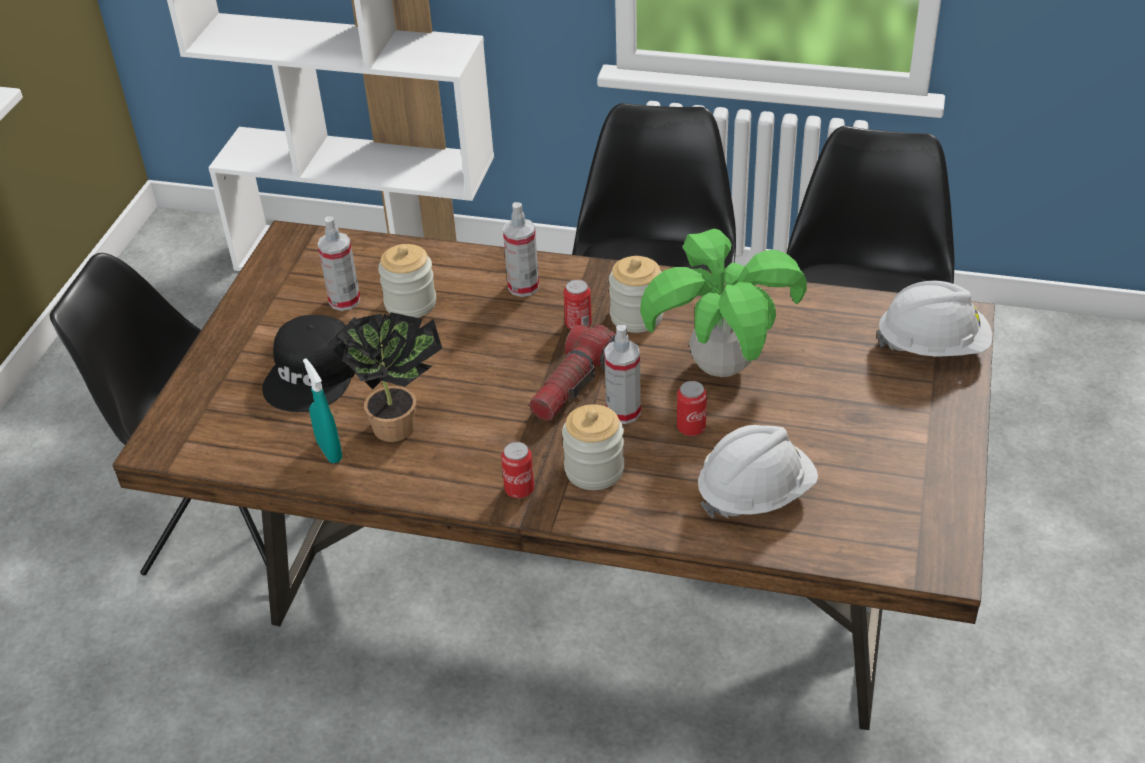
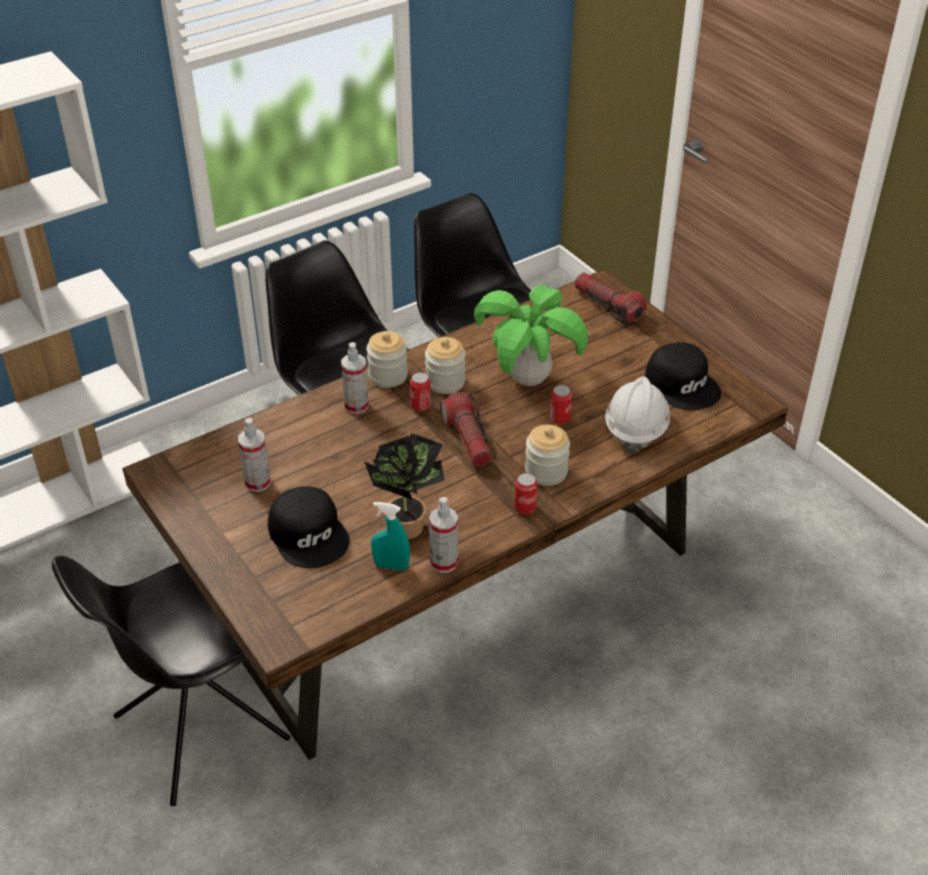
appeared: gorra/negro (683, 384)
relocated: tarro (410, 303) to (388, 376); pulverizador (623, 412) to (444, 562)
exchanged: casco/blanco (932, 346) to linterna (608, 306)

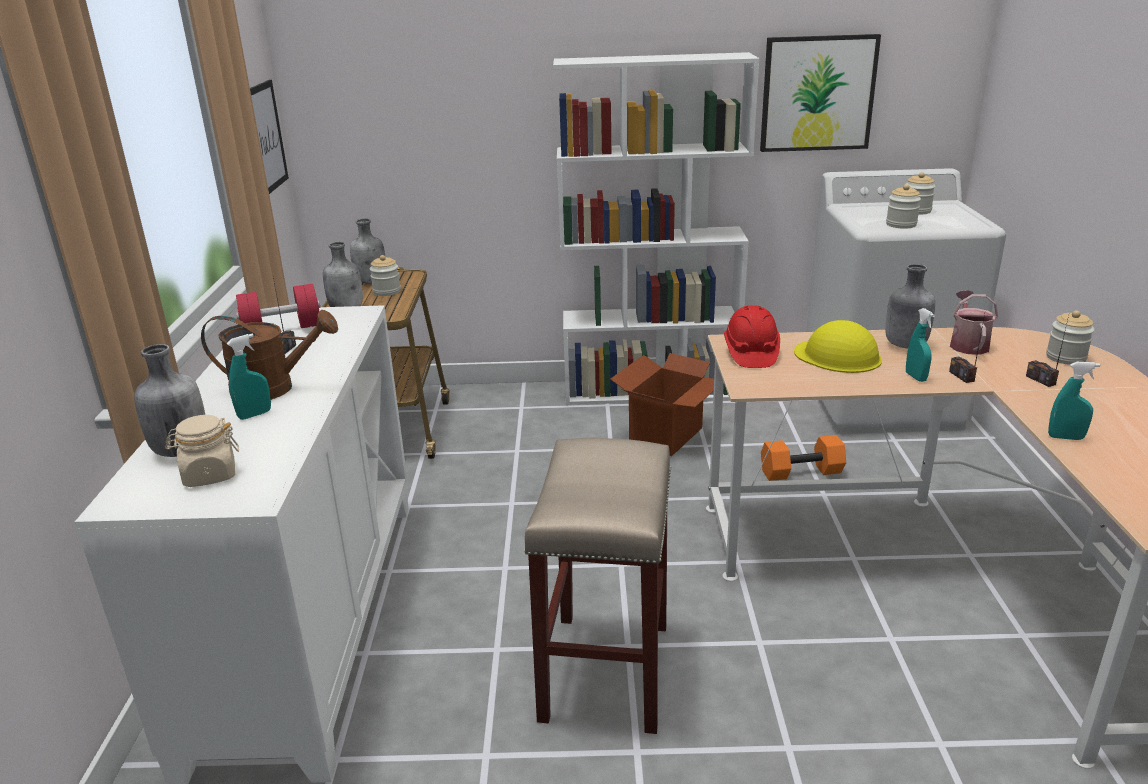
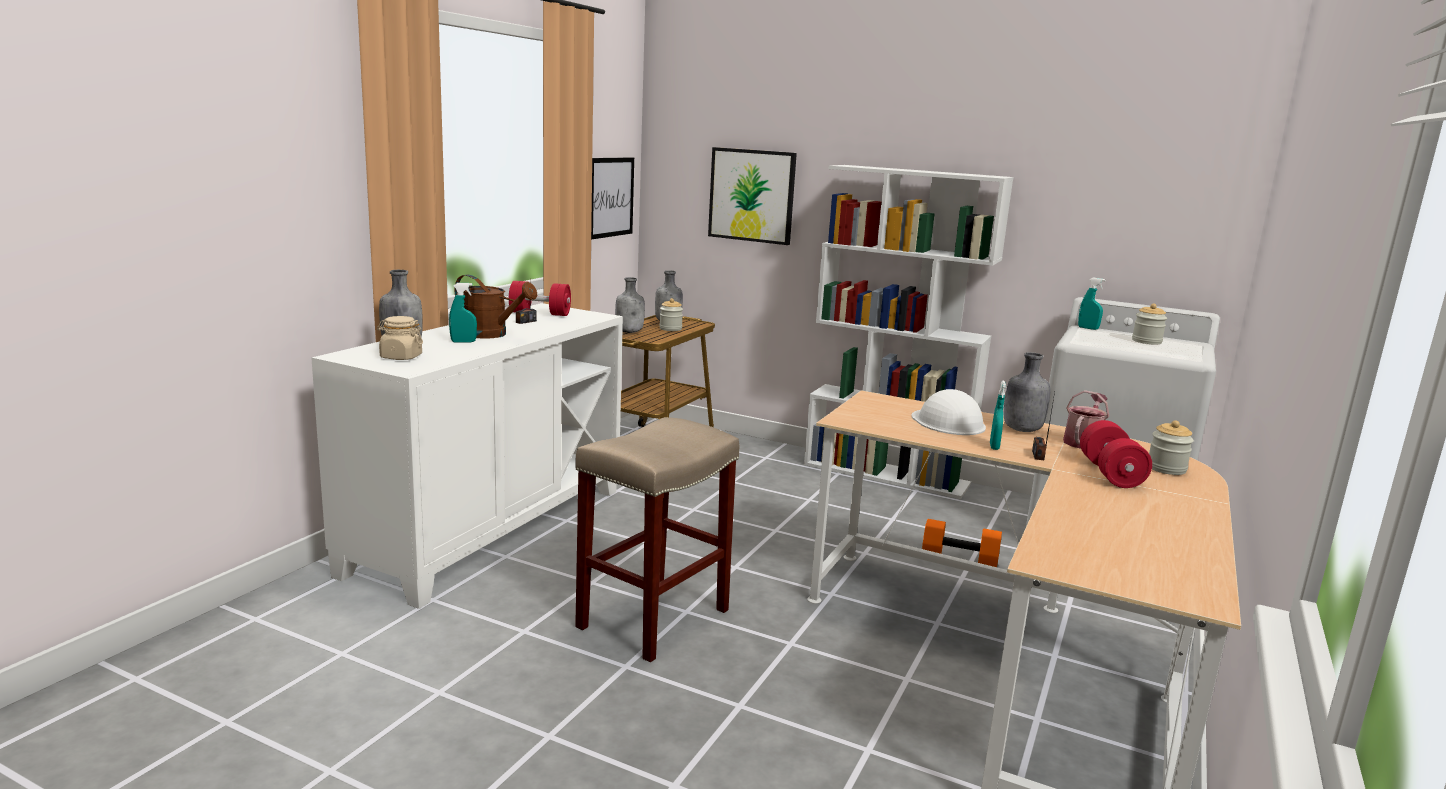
missing: caja de cartón (667, 436); casco/rojo (750, 353); tarro (901, 224)
relocated: cuadro (817, 93) to (752, 195); pulverizador/turquesa (1065, 437) to (1088, 328)
exchanged: radio (1040, 380) to mancuerna/rojo (1110, 473)
colour: casco/amarillo (838, 356) to casco/blanco (948, 422)

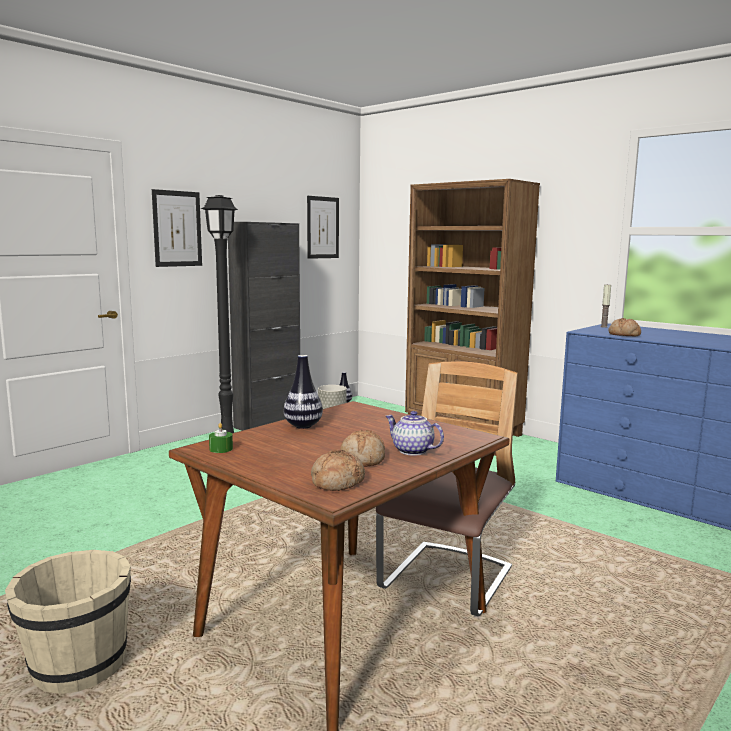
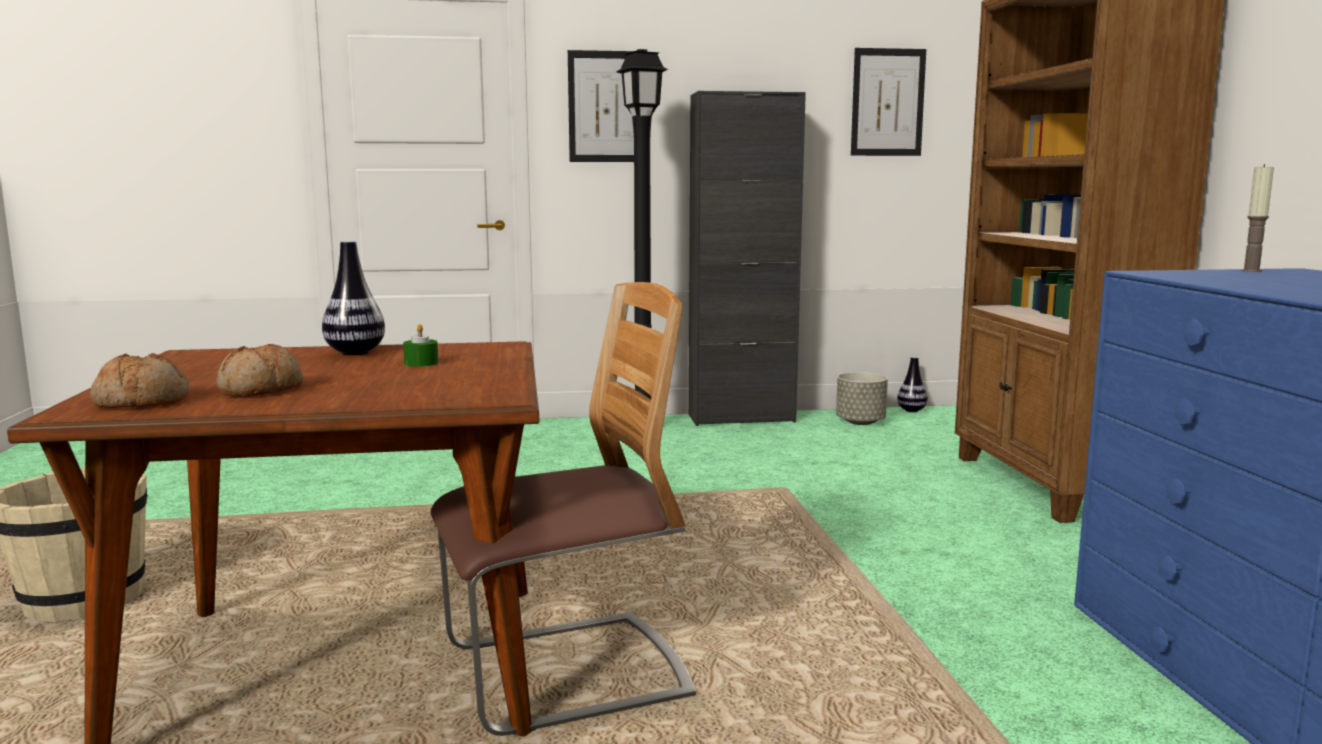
missing: tetera (411, 451); pan (623, 335)
relocated: vela/verde (221, 449) to (421, 363)

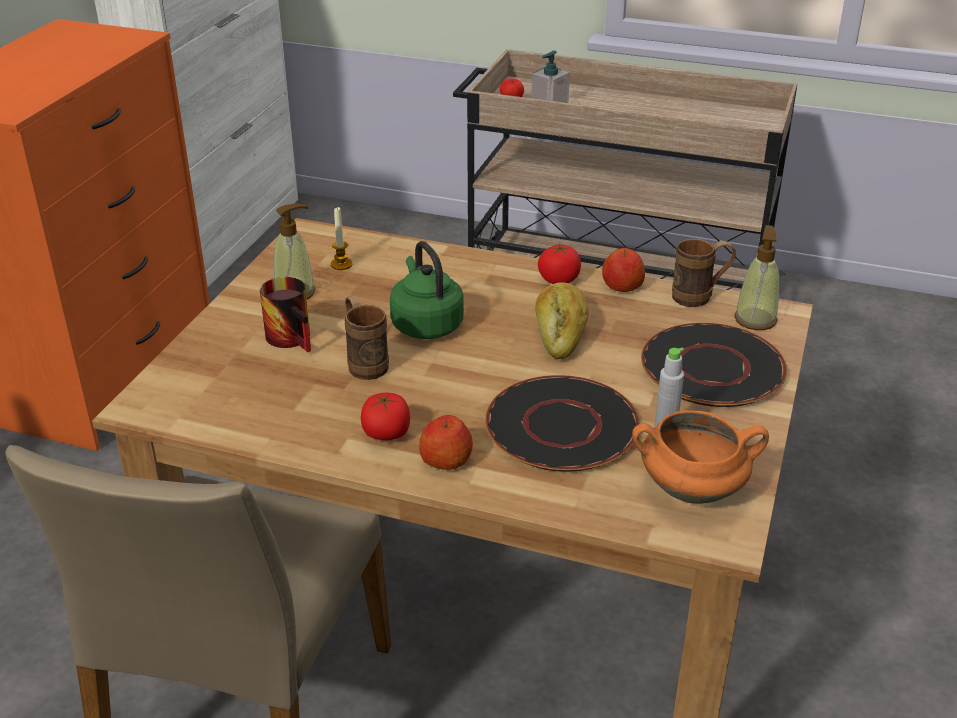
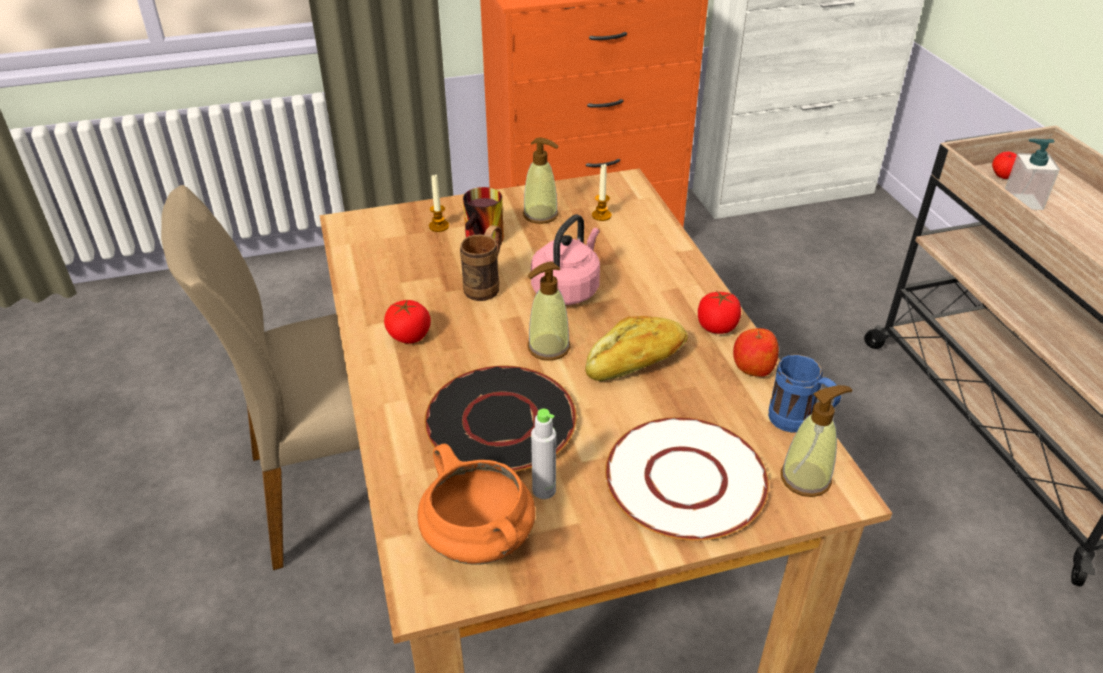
missing: manzana (446, 460)
appeared: vela (439, 226); dispensador de jabón (548, 347)
colour: hervidor/verde (425, 324) to hervidor/rosa (567, 289); plato/negro (711, 367) to plato/blanco (685, 479); taza grande/marrón (700, 297) to taza grande/azul (798, 424)

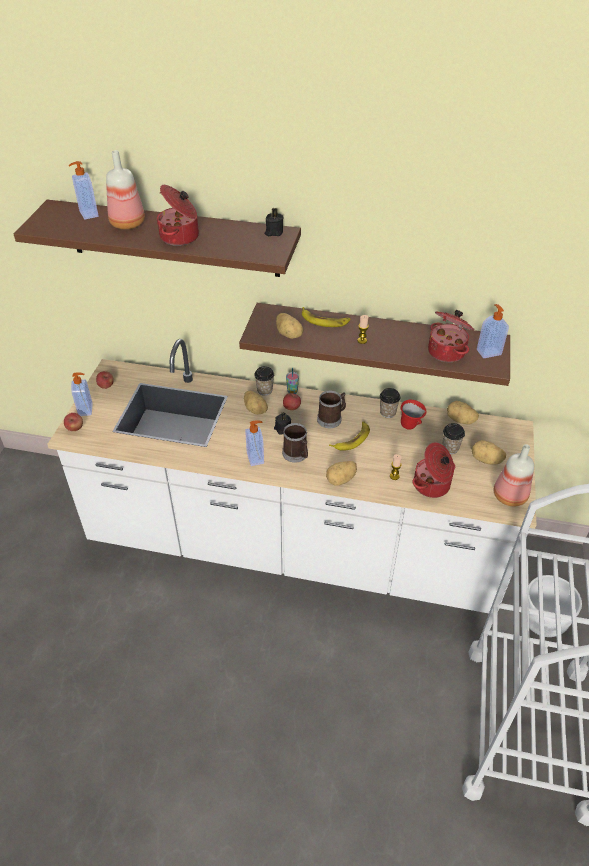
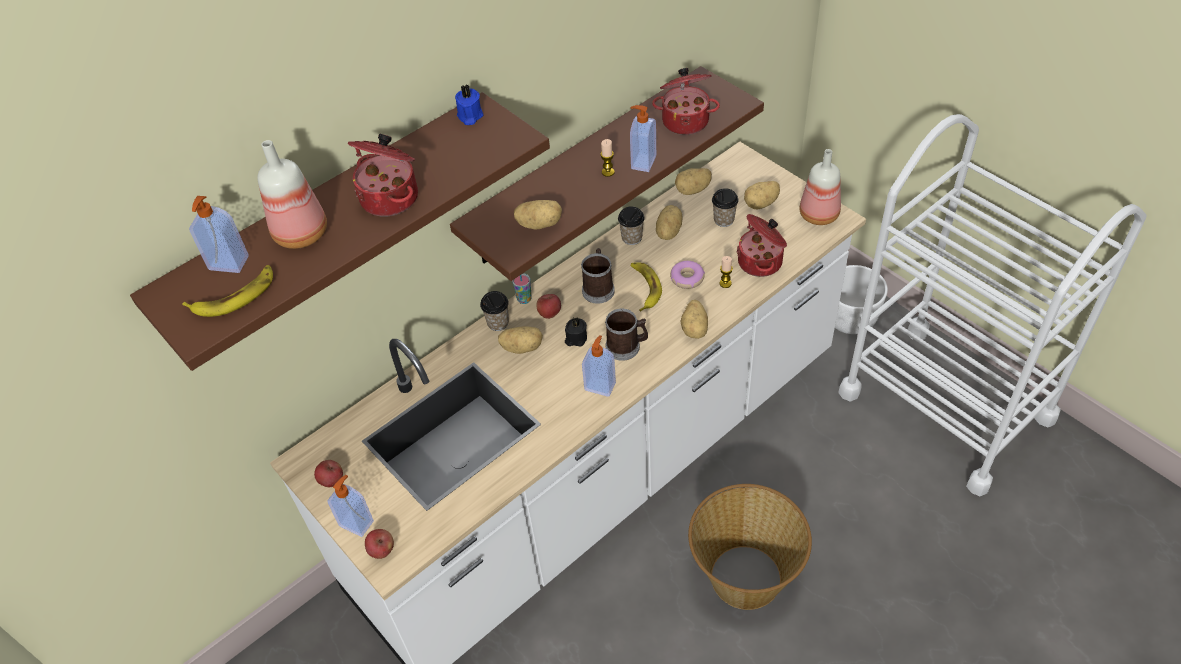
appeared: rosquilla (687, 278); cesta (745, 576)
relocated: plátano (324, 320) to (235, 296); dispensador de jabón (488, 352) to (642, 162)
exchanged: taza grande/rojo (410, 426) to patata (667, 232)
colour: vela/negro (273, 232) to vela/azul (469, 116)

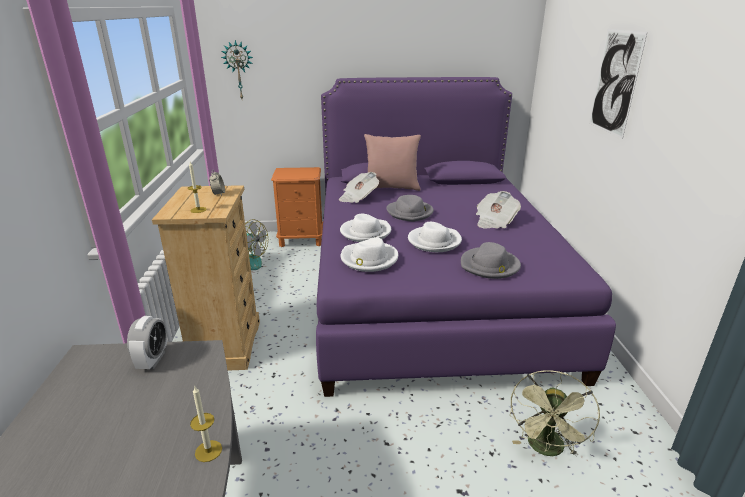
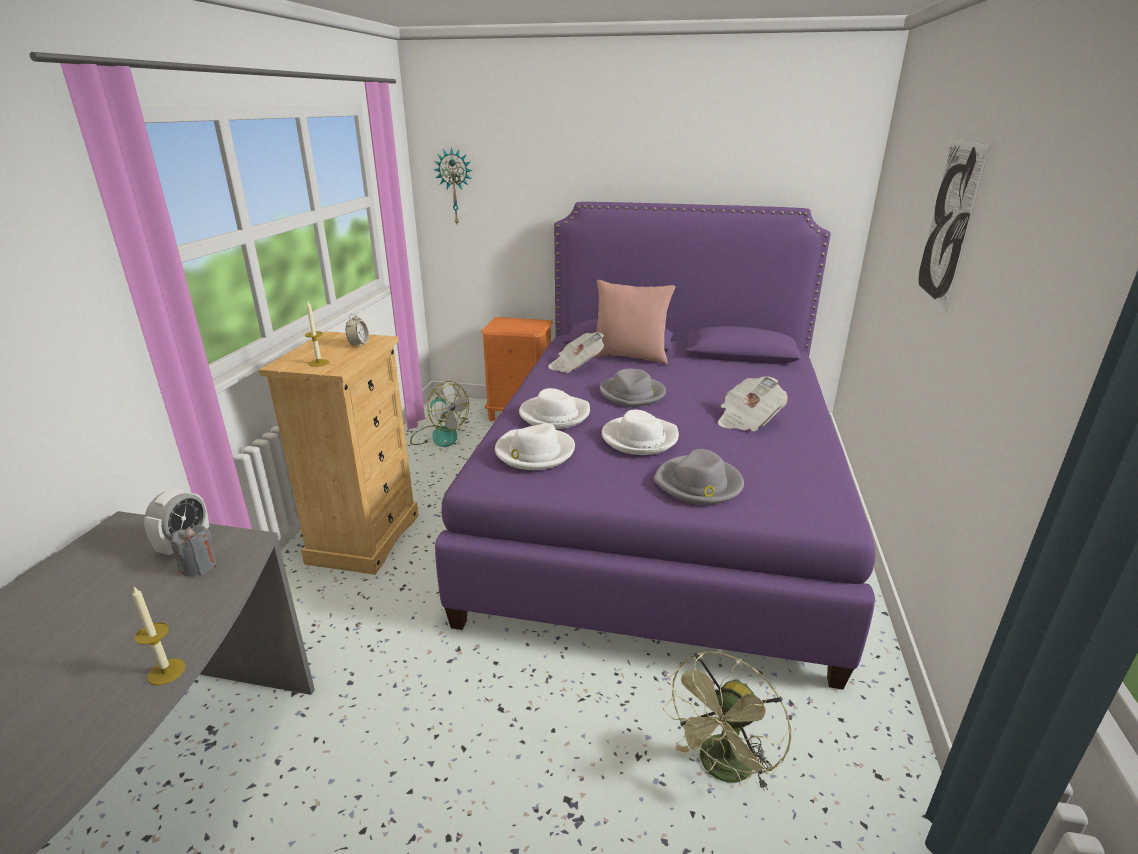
appeared: vela/gris (199, 567)

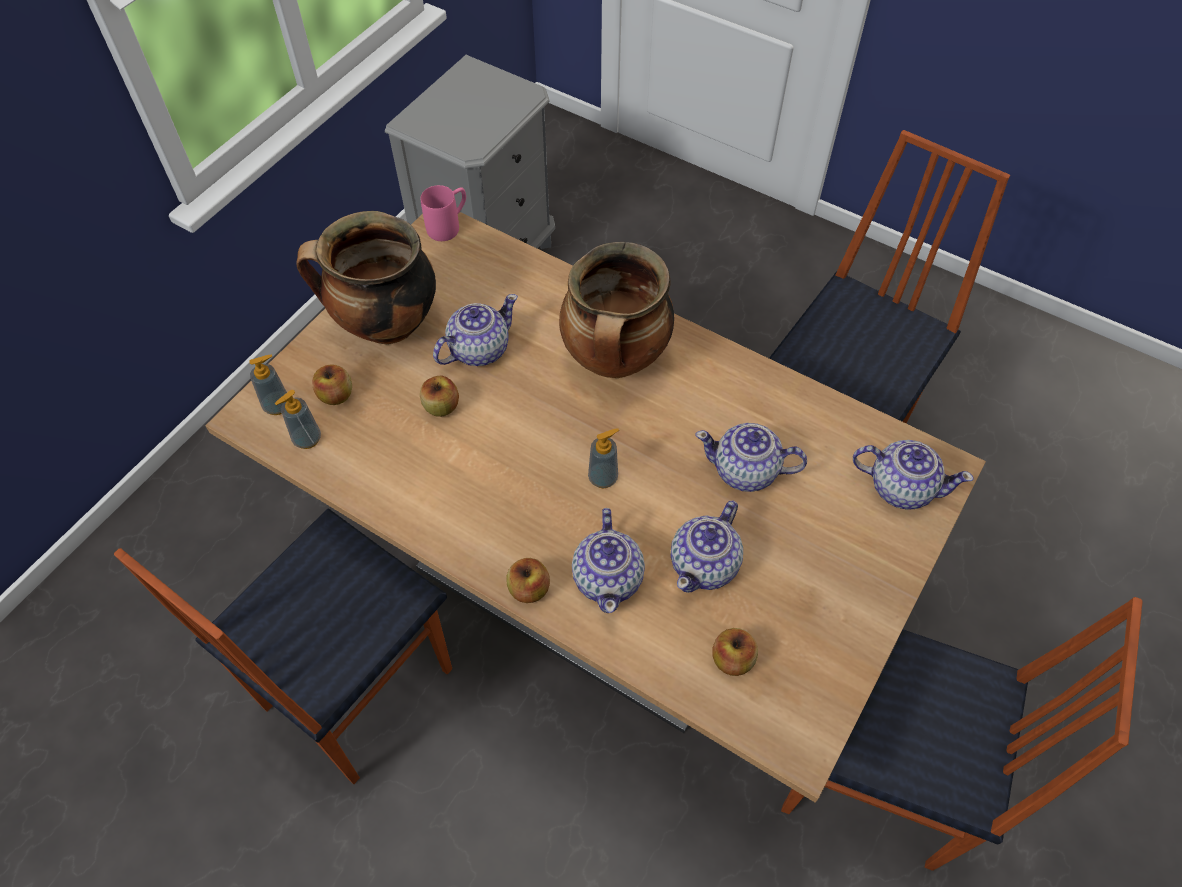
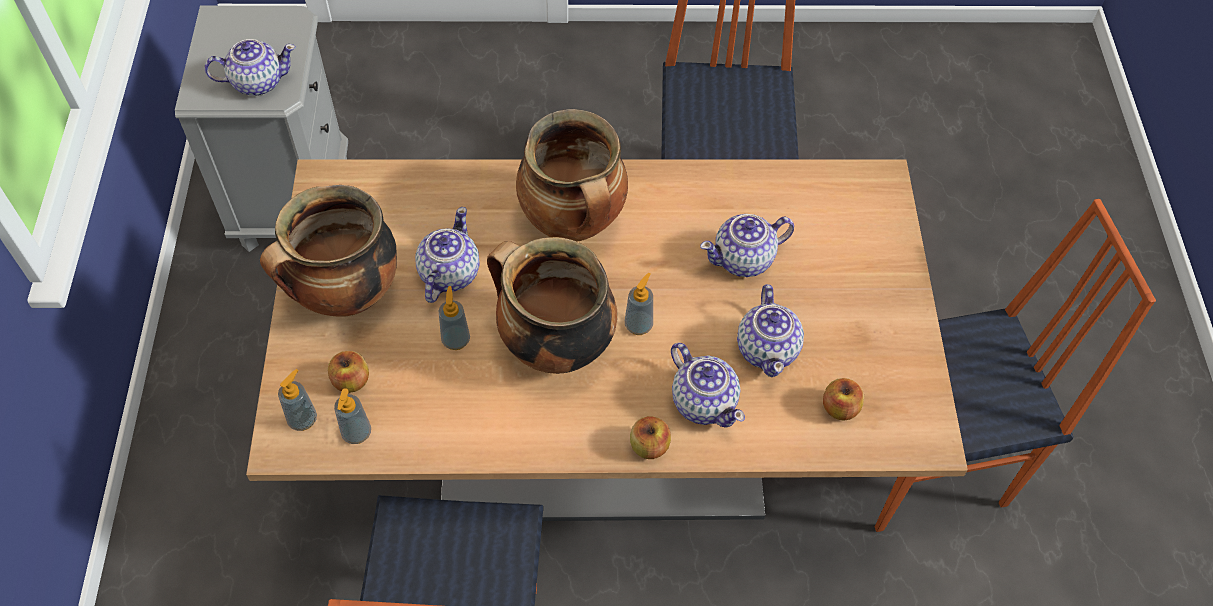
missing: taza grande/rosa (449, 225)
appeared: olla (553, 347)
relocated: tetera (900, 486) to (257, 82)
exchanged: manzana (441, 406) to dispensador de jabón (456, 340)

